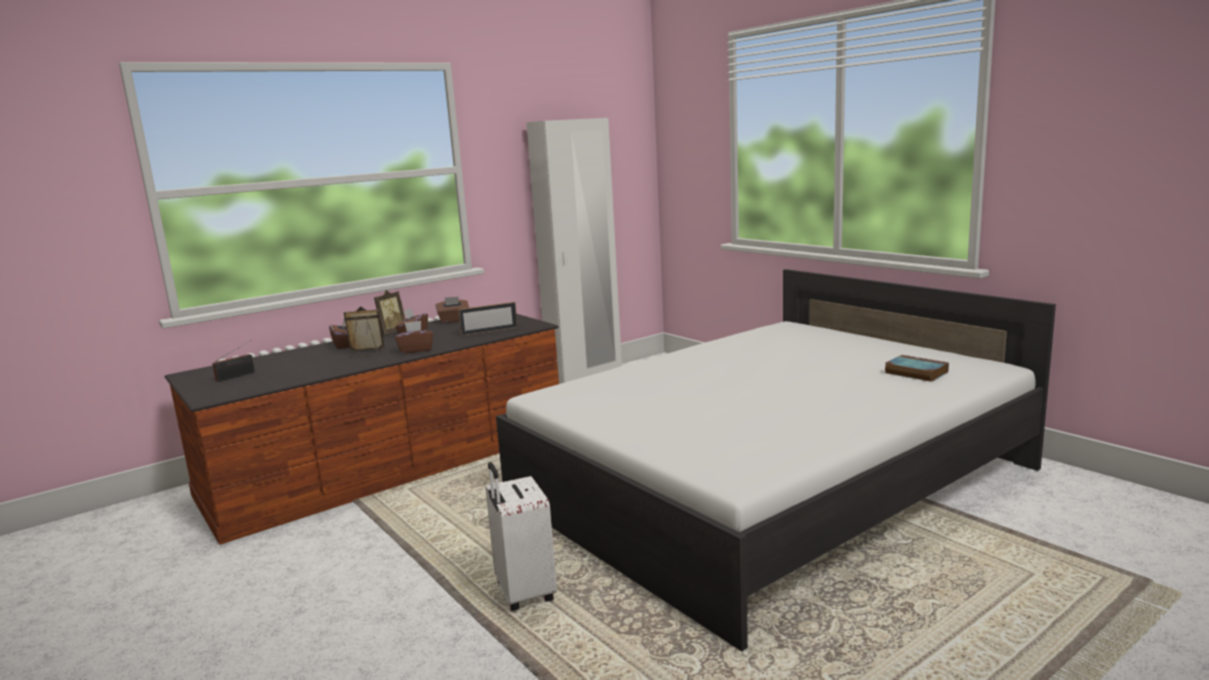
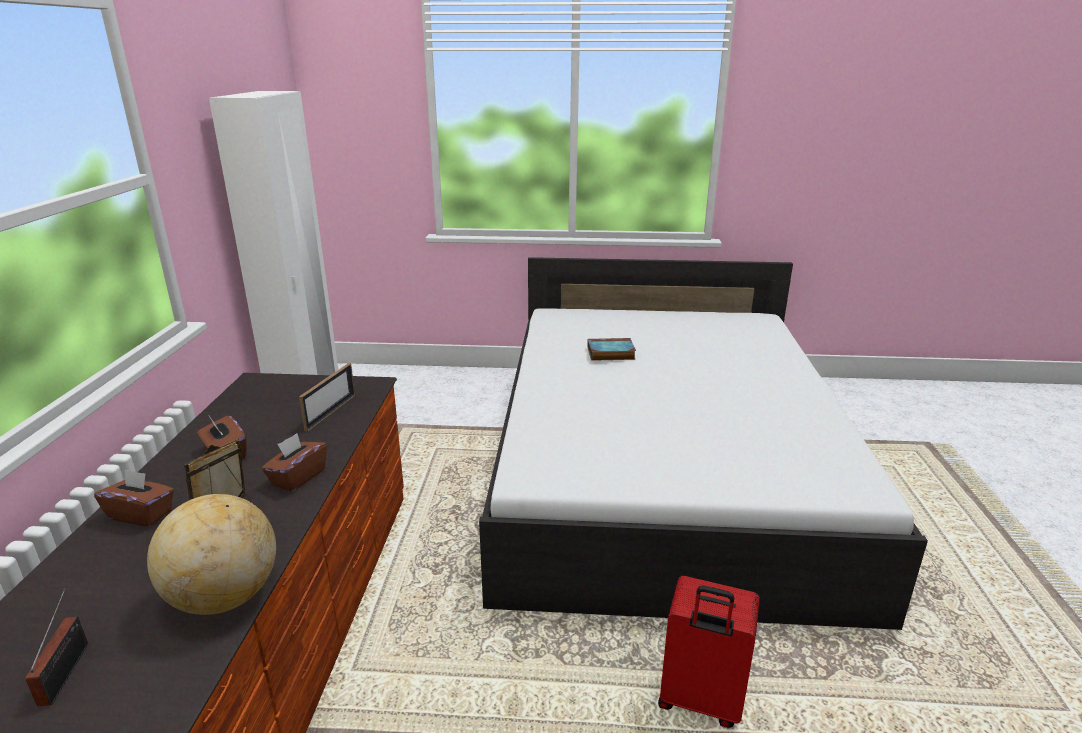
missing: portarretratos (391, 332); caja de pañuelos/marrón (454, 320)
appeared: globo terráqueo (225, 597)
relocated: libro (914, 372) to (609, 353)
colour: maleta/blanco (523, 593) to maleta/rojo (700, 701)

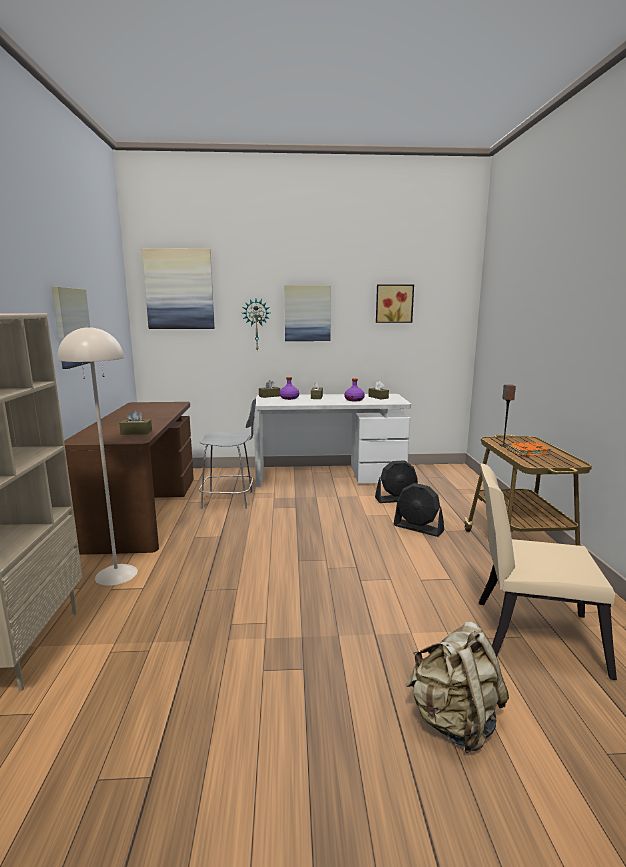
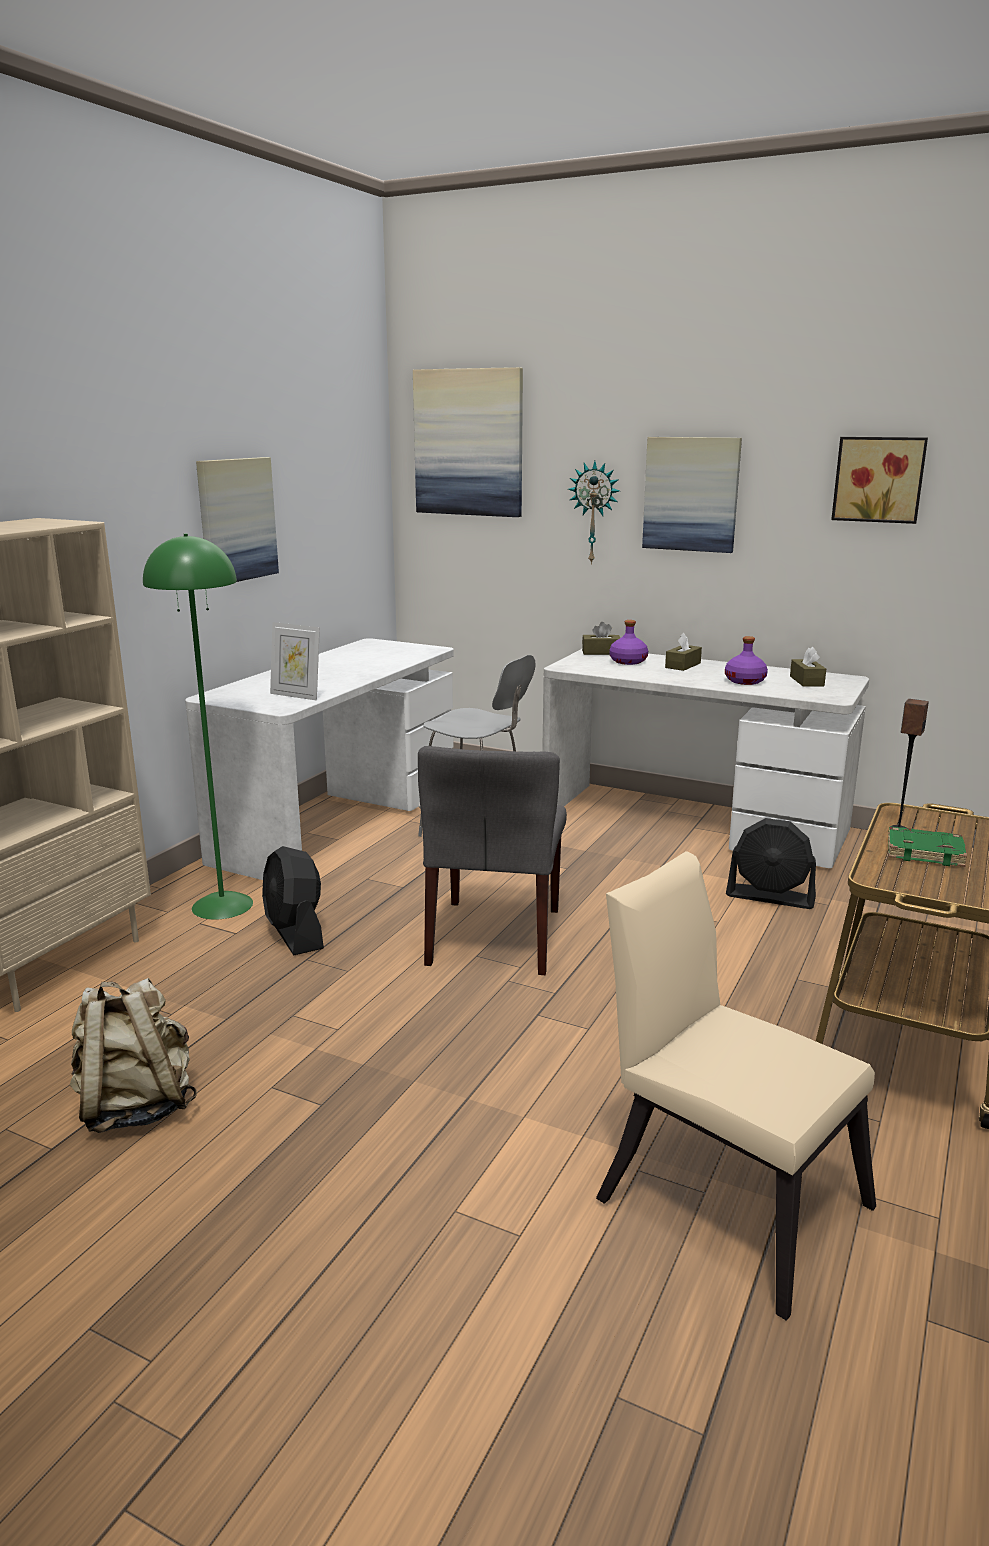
appeared: silla/gris (495, 937)
relocated: ventilador/negro (418, 528) to (295, 933); mochila/beis (454, 721) to (136, 1106)
exchanged: caja de pañuelos/marrón (136, 432) to portarretratos (296, 695)
colour: lámpara de pie/beis (116, 574) to lámpara de pie/verde (223, 905); escritorio/marrón (144, 510) to escritorio/blanco (339, 821); libro/naranja (527, 451) to libro/verde (925, 852)

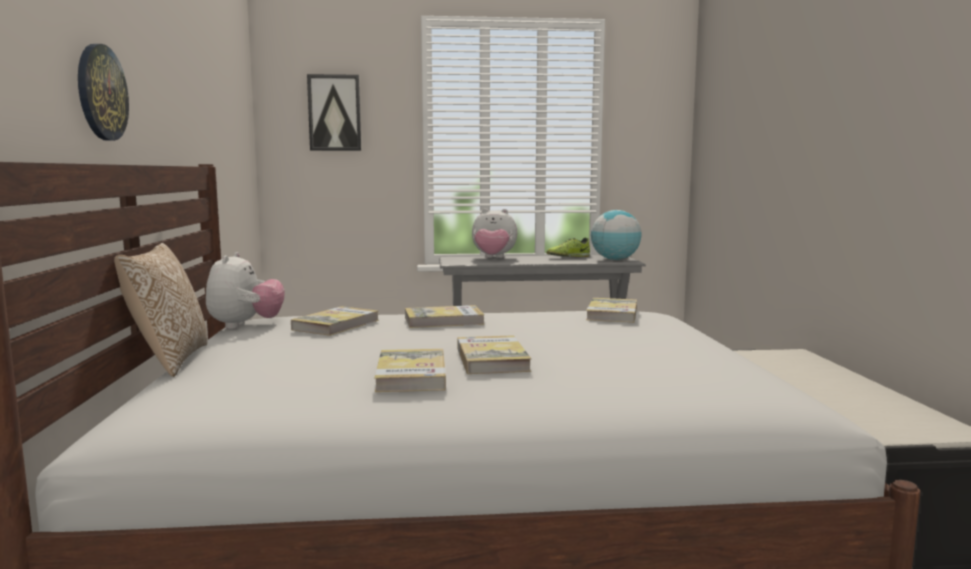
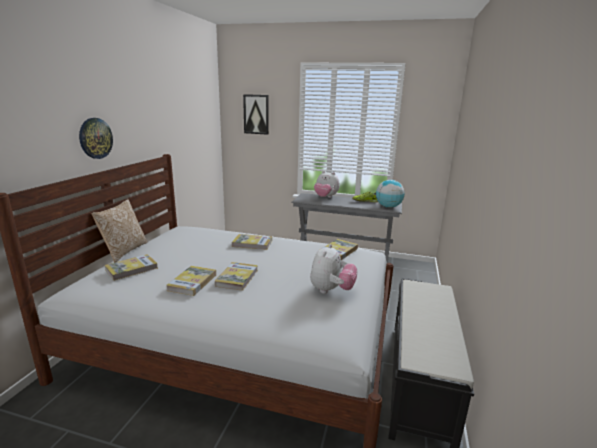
relocated: peluche (245, 326) to (331, 290); libro (336, 325) to (132, 269)

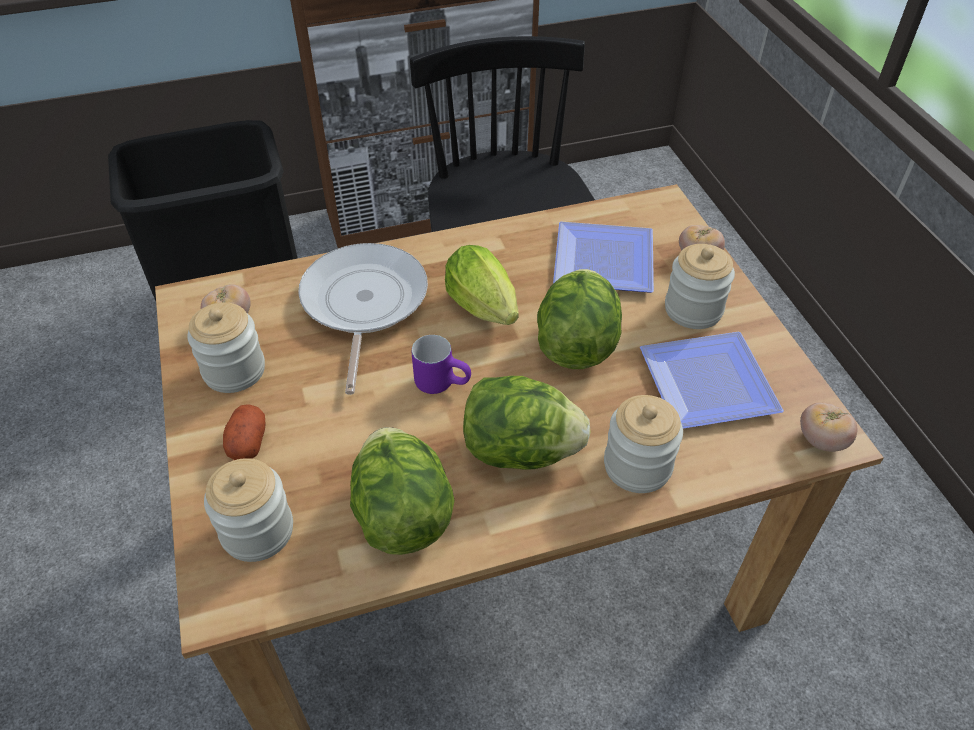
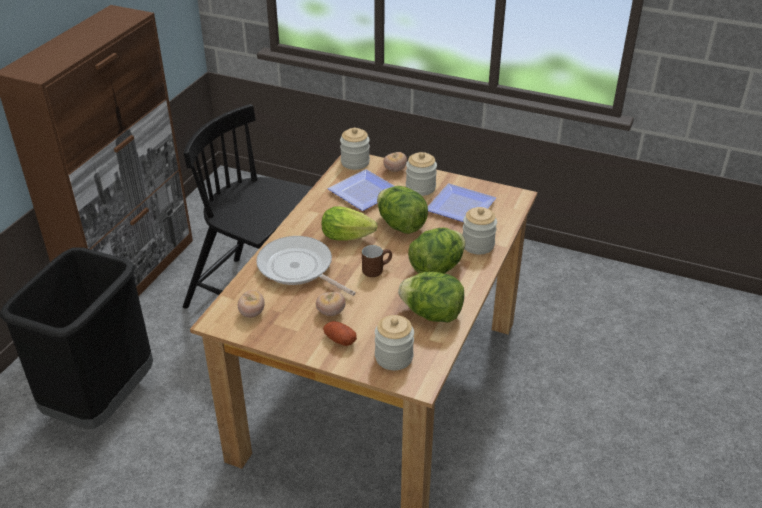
relocated: tarro (234, 370) to (355, 162); tomate (821, 440) to (331, 312)
colour: taza grande/morado (443, 382) to taza grande/marrón (376, 269)

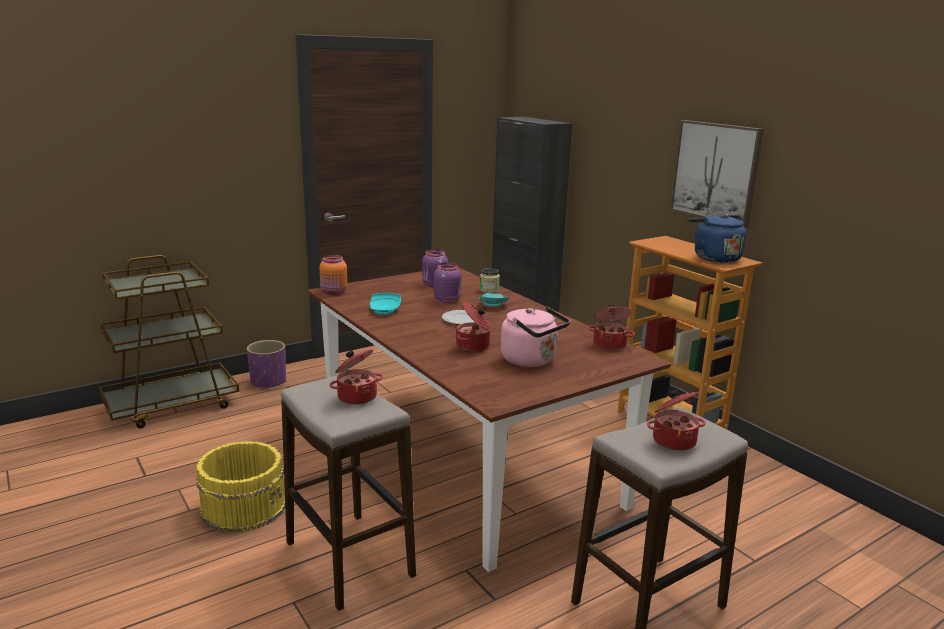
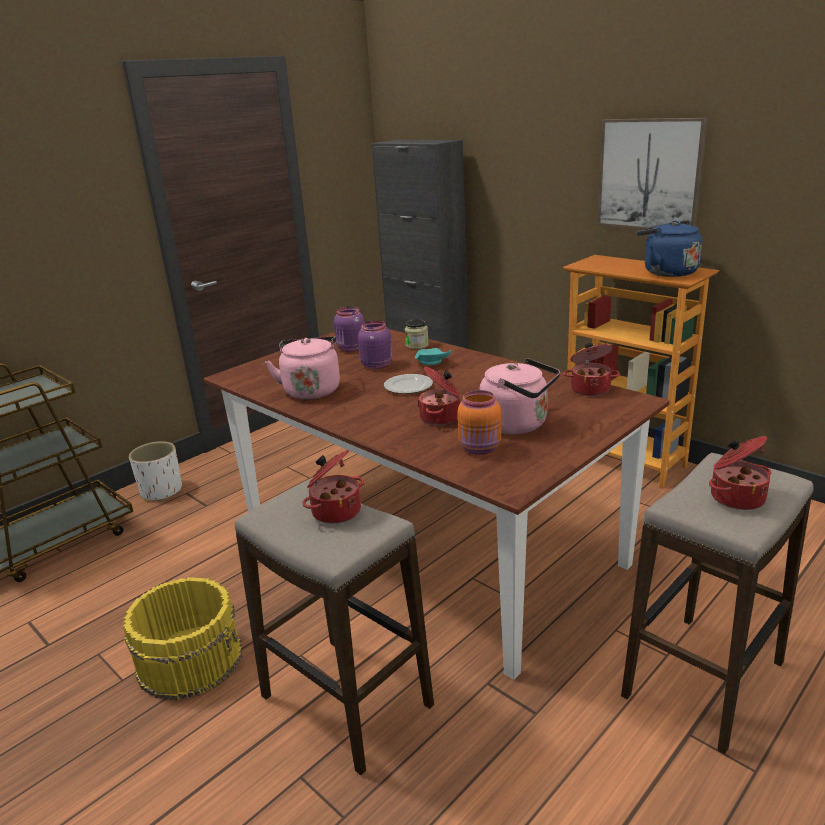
relocated: tarro/naranja (334, 292) to (481, 449)
exchanged: plato/turquesa (385, 310) to hervidor/rosa (311, 390)
colour: maceta/morado (268, 382) to maceta/blanco (161, 491)

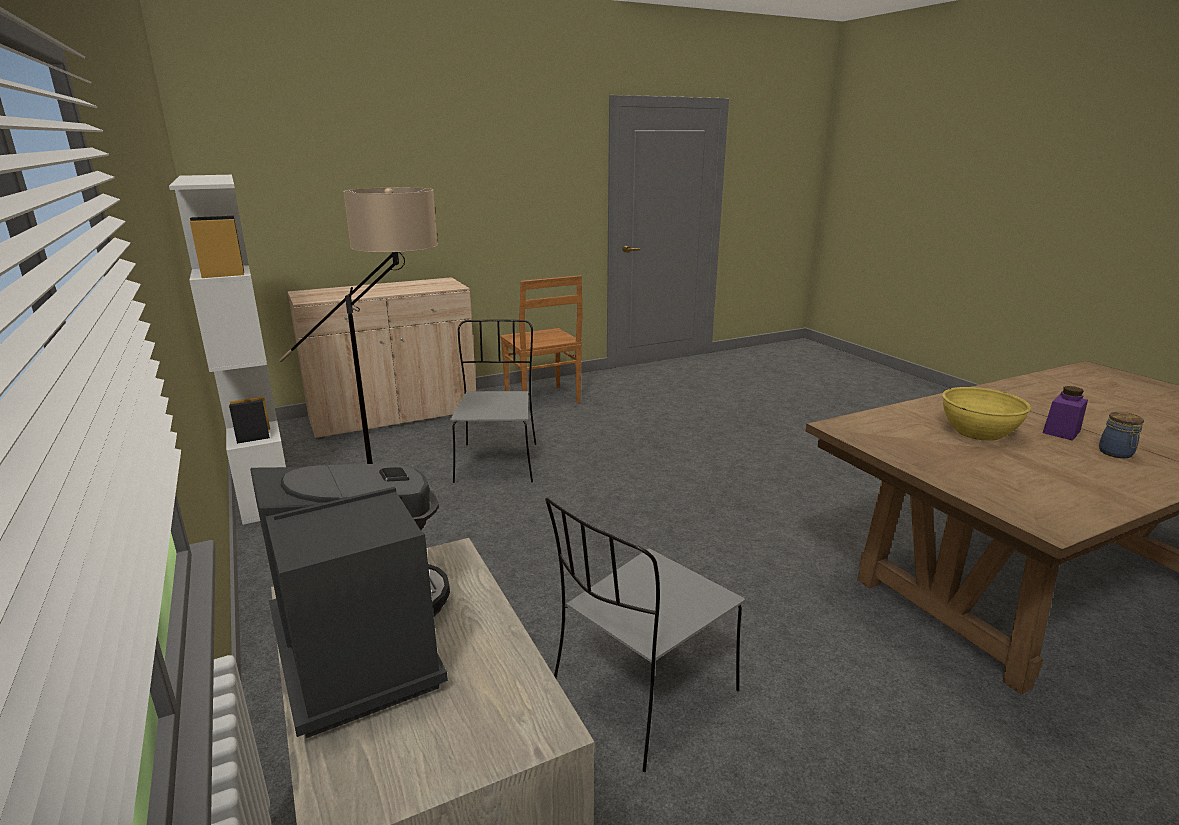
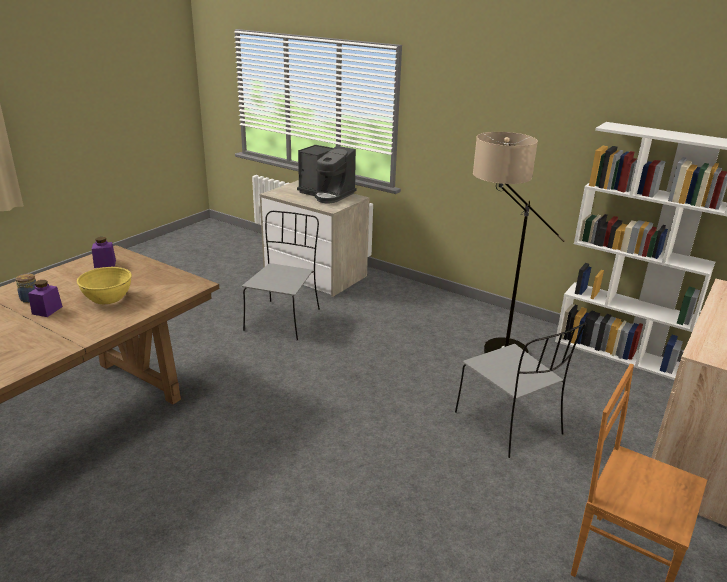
appeared: tarro/morado (105, 264)

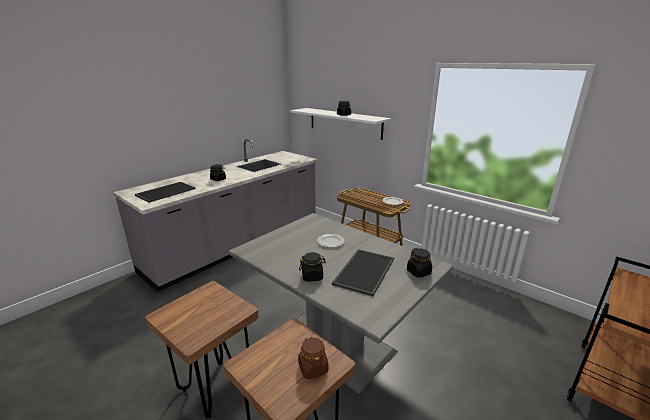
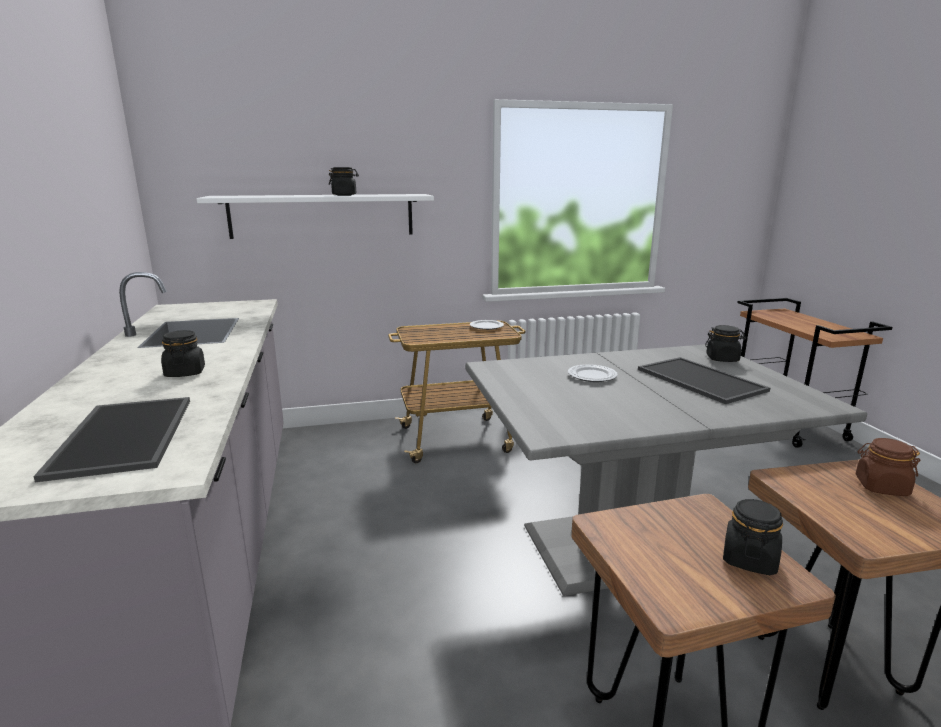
relocated: tarro/negro (312, 276) to (749, 559)

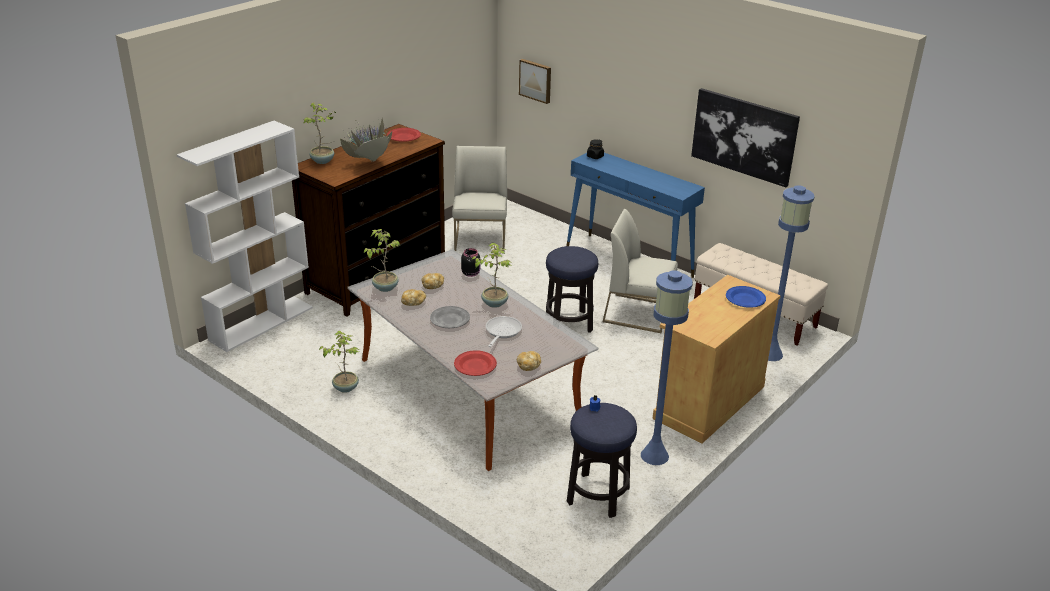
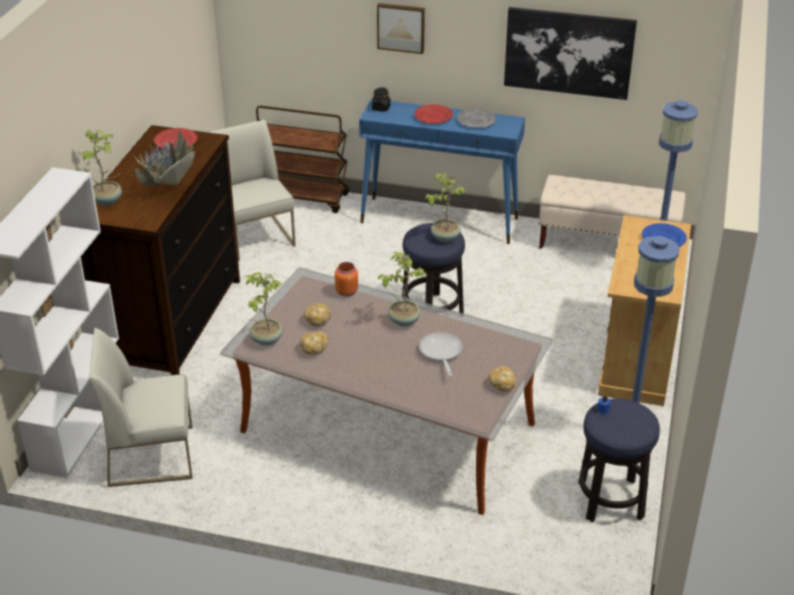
appeared: carrito/marrón (303, 198)
relocated: planta en maceta (345, 387) to (444, 237); plato/gris (449, 319) to (476, 121); plato/rojo (475, 366) to (433, 116); cuadro (536, 80) to (401, 27); silla/blanco (638, 313) to (152, 455)
colour: tarro/negro (471, 273) to tarro/naranja (347, 291)

